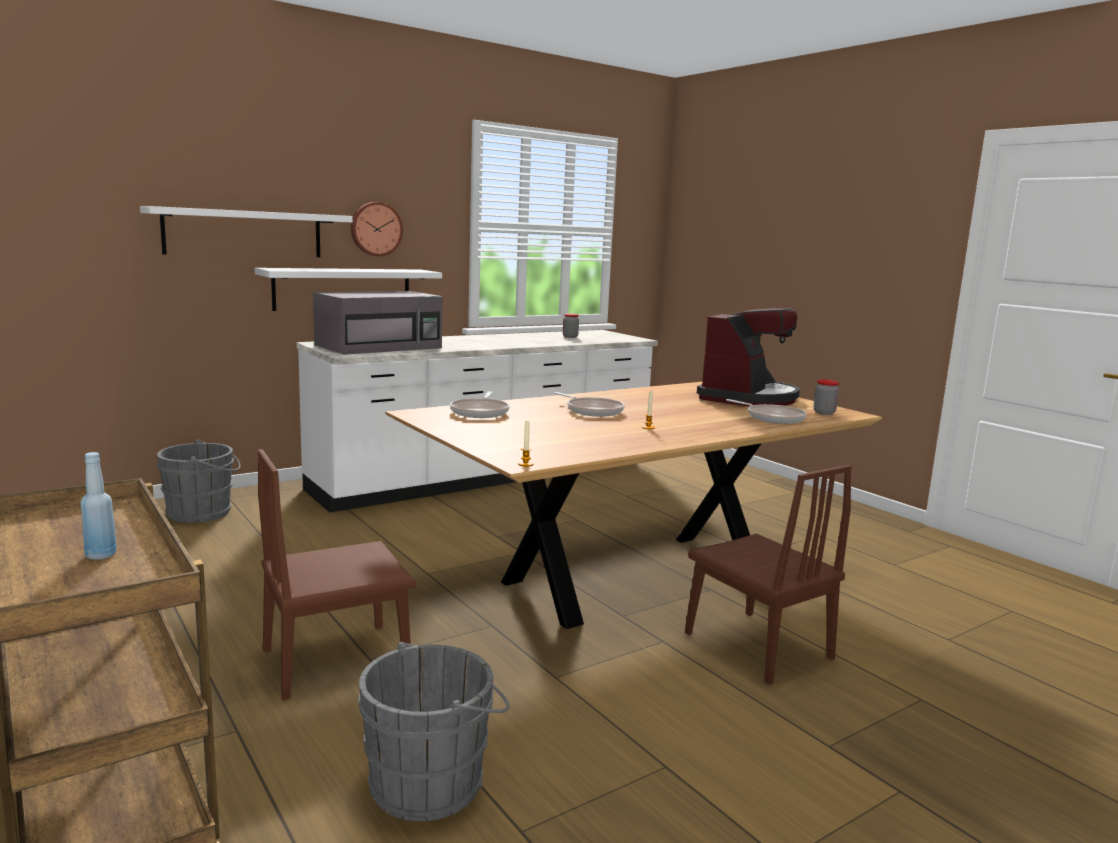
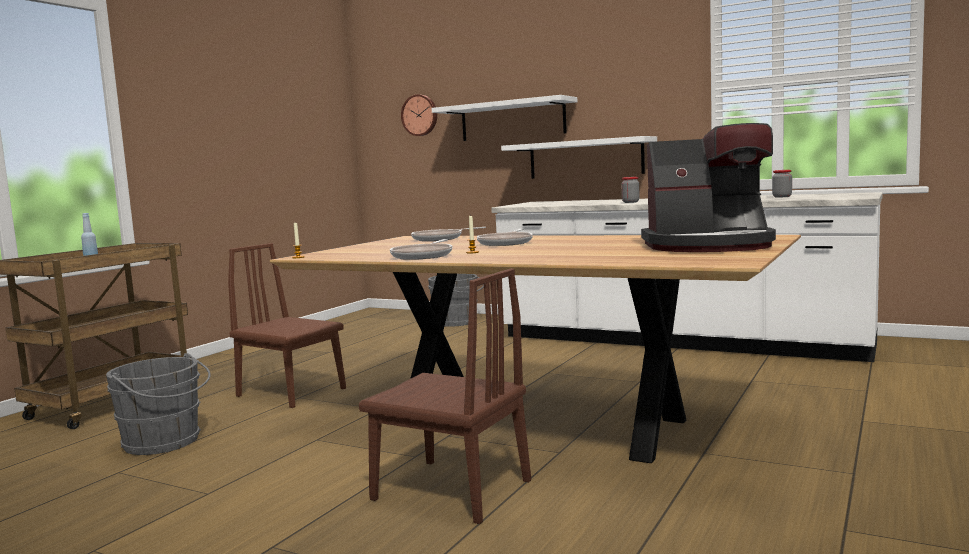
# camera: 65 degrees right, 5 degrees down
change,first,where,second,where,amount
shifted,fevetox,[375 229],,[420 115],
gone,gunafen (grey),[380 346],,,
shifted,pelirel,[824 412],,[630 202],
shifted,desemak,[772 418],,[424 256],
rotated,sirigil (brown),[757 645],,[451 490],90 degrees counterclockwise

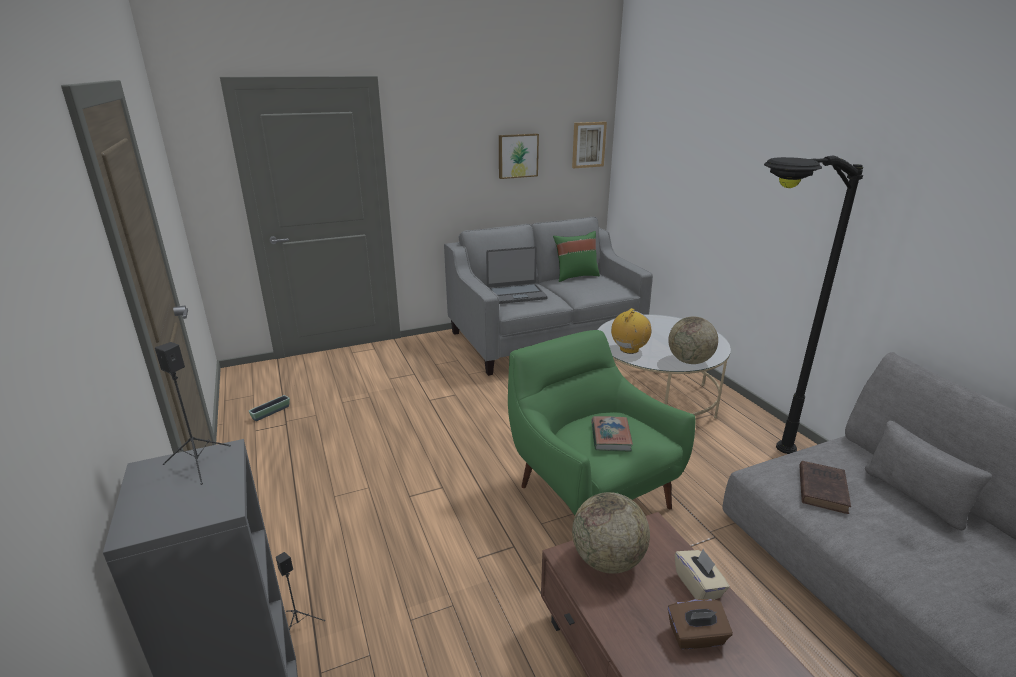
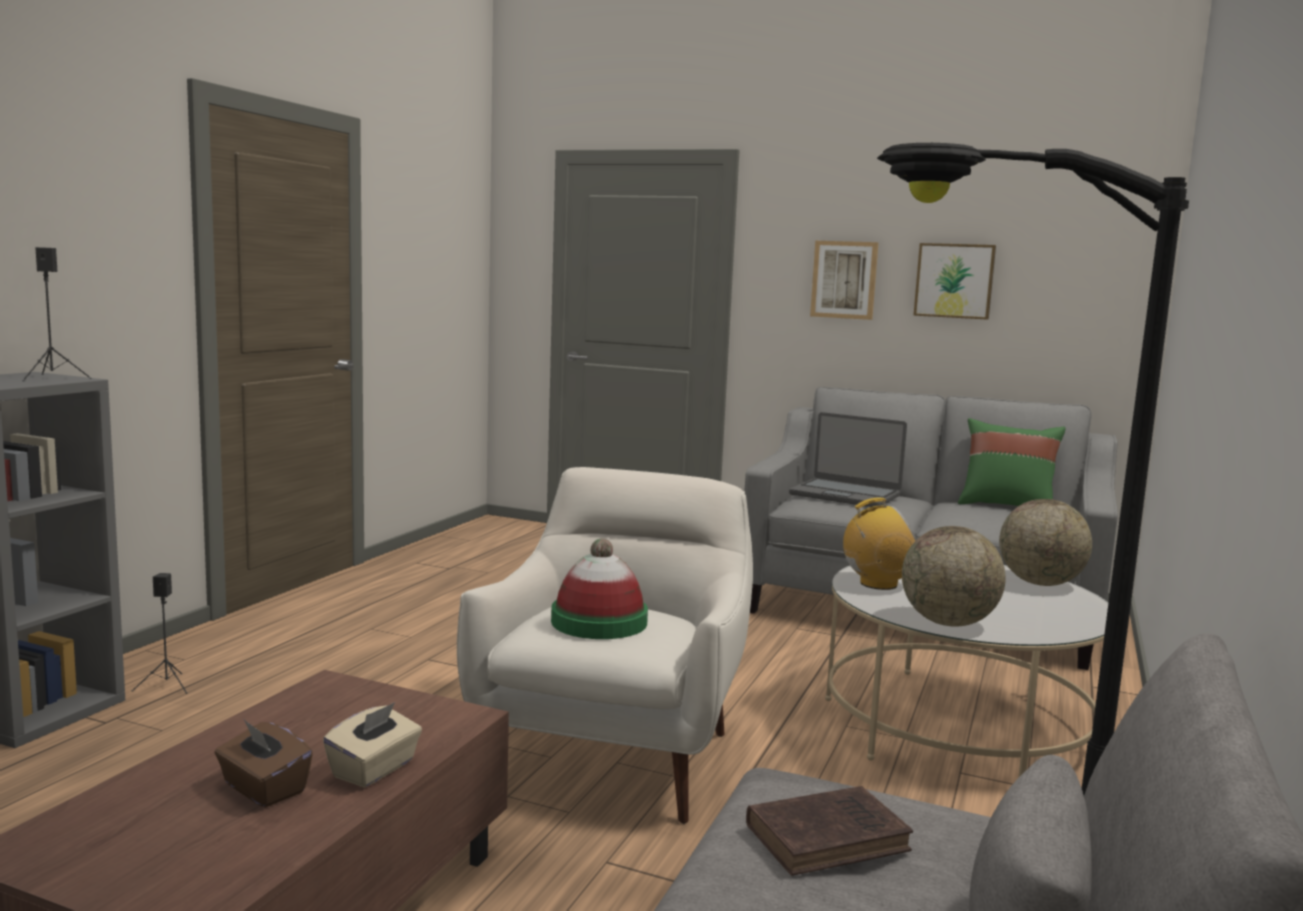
# camera: 45 degrees right, 15 degrees down
change,first,where,second,where,amount
shifted,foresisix,[588 144],,[844 280],
repainted,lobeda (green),[589 492],lobeda (white),[614 753],
gone,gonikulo,[271 412],,,
swapped,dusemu,[610 437],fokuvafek,[599 622],
shifted,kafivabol,[607 560],,[1040 583],

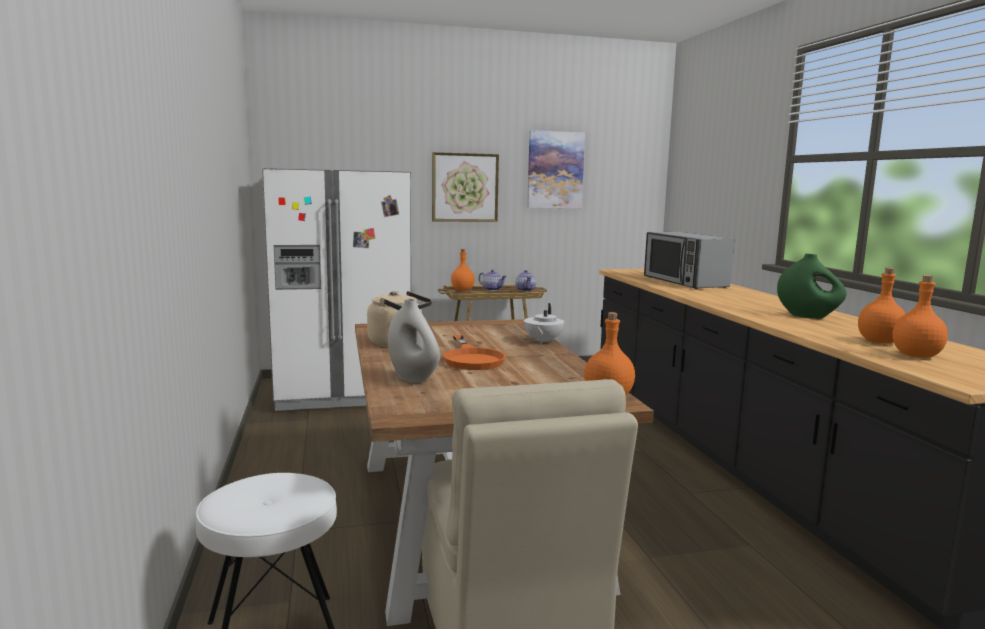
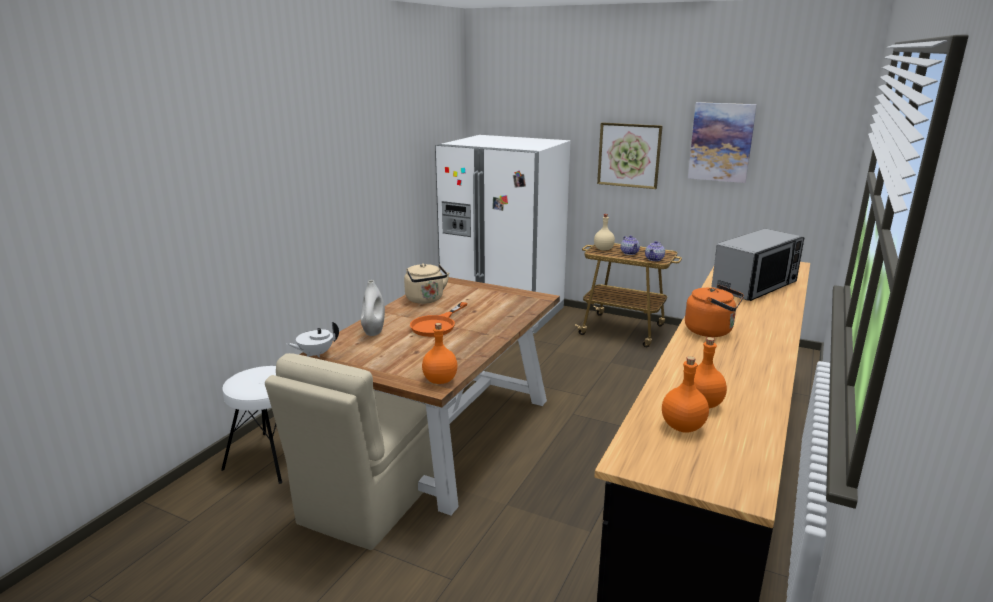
# camera: 40 degrees right, 10 degrees up
change,first,where,second,where,amount
rotated,gunafen,[684 282],,[755 286],150 degrees counterclockwise
repainted,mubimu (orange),[462 290],mubimu (beige),[603 249],
gone,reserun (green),[808 316],,,
shifted,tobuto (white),[542 341],,[315 354],
new,,,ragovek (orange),[711 331],

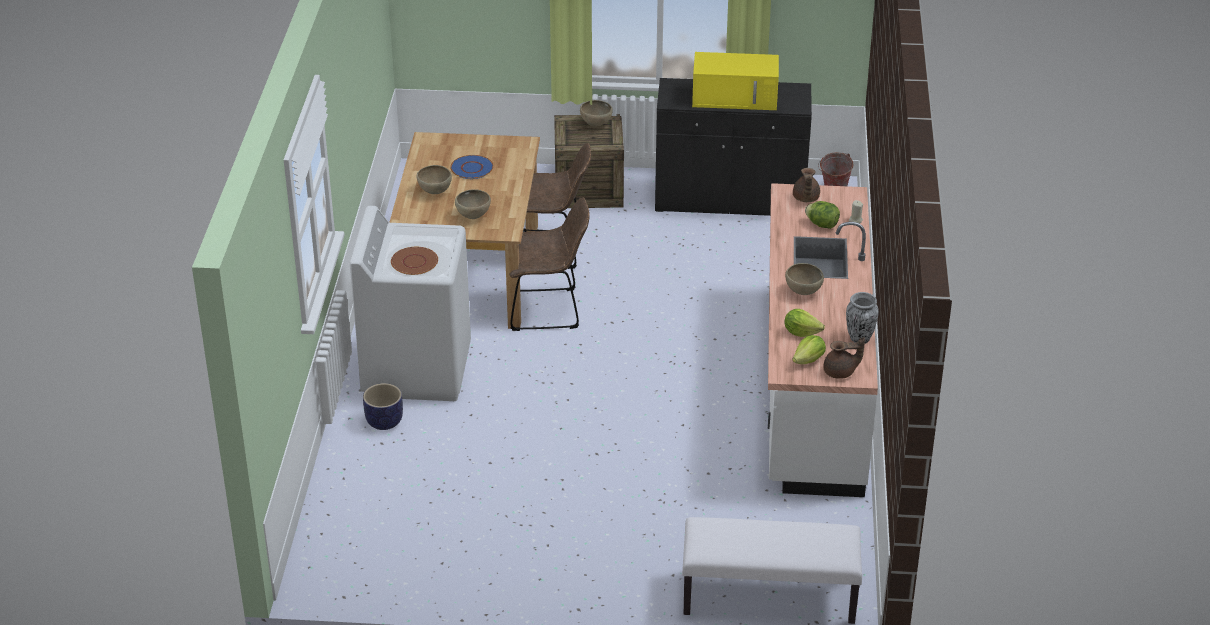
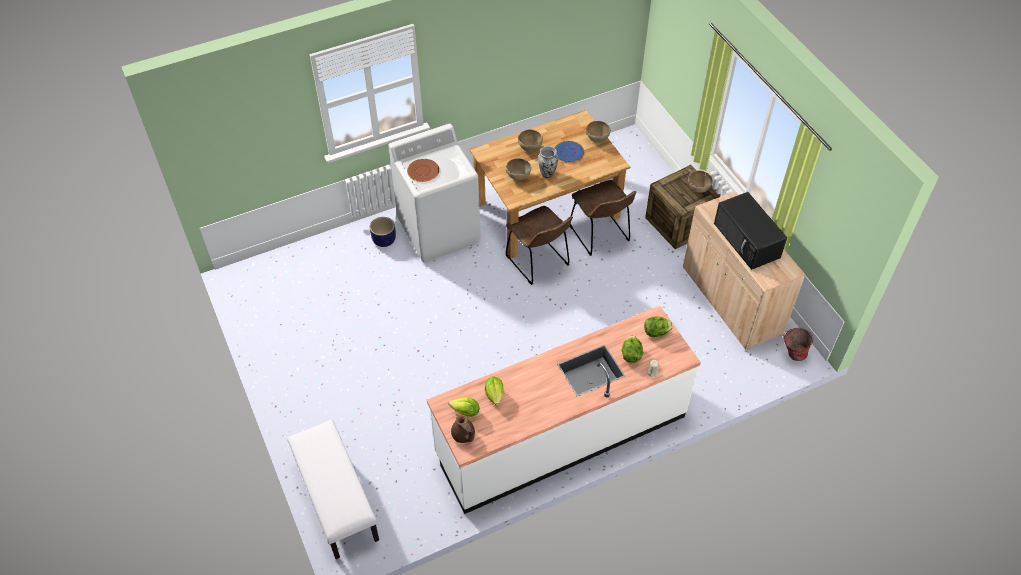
# camera: 60 degrees right, 15 degrees up
change,first,where,second,where,amount
repainted,gunafen (yellow),[736 97],gunafen (black),[747 241],
repainted,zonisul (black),[730 200],zonisul (beige),[731 300],
swapped,tobuto (brown),[805 198],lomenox,[656 332],
shifted,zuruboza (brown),[803 292],,[597 139],
shifted,reserun,[859 338],,[547 174],

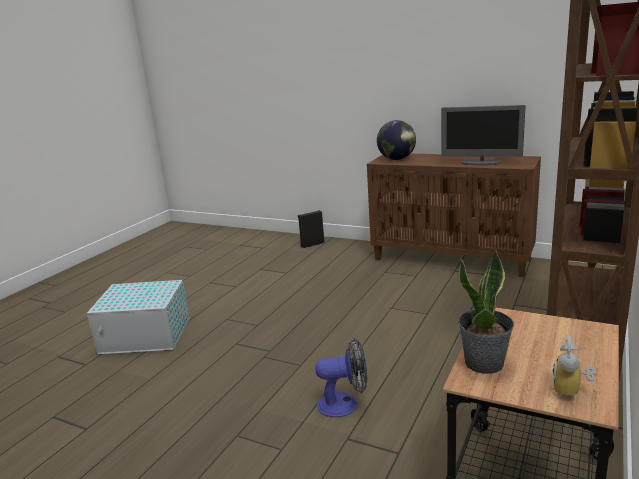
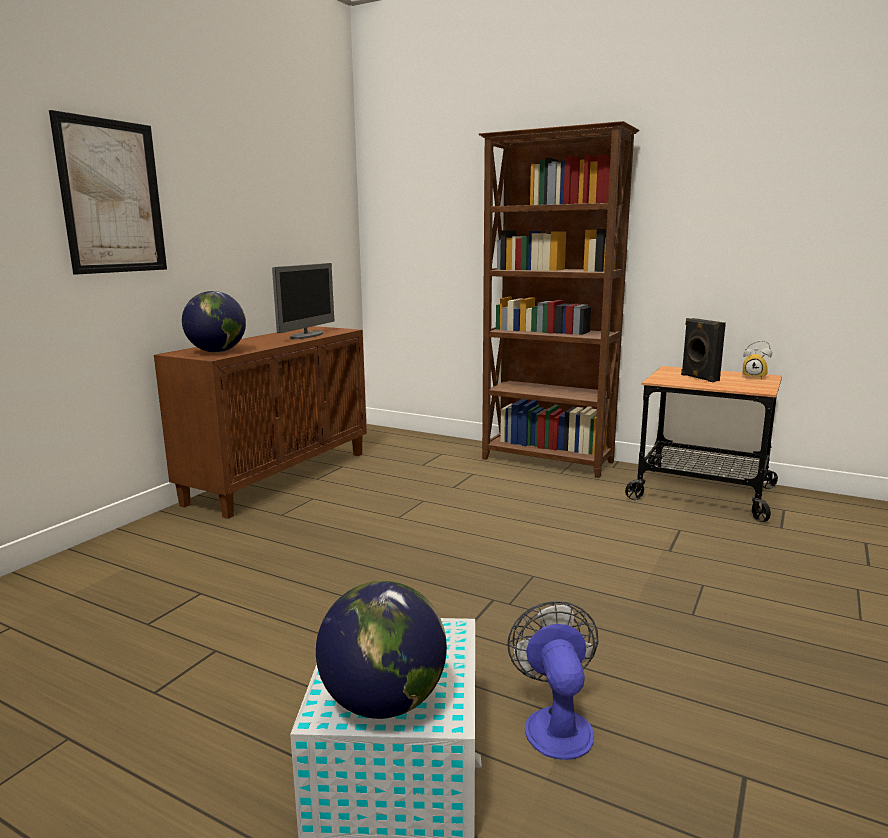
# camera: 90 degrees left, 5 degrees down
change,first,where,second,where,amount
shifted,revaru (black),[312 244],,[698 378],
gone,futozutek,[484 363],,,
shifted,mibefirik,[345 404],,[555 723],
new,,,foresisix,[112 197],
new,,,kafivabol,[383 703],

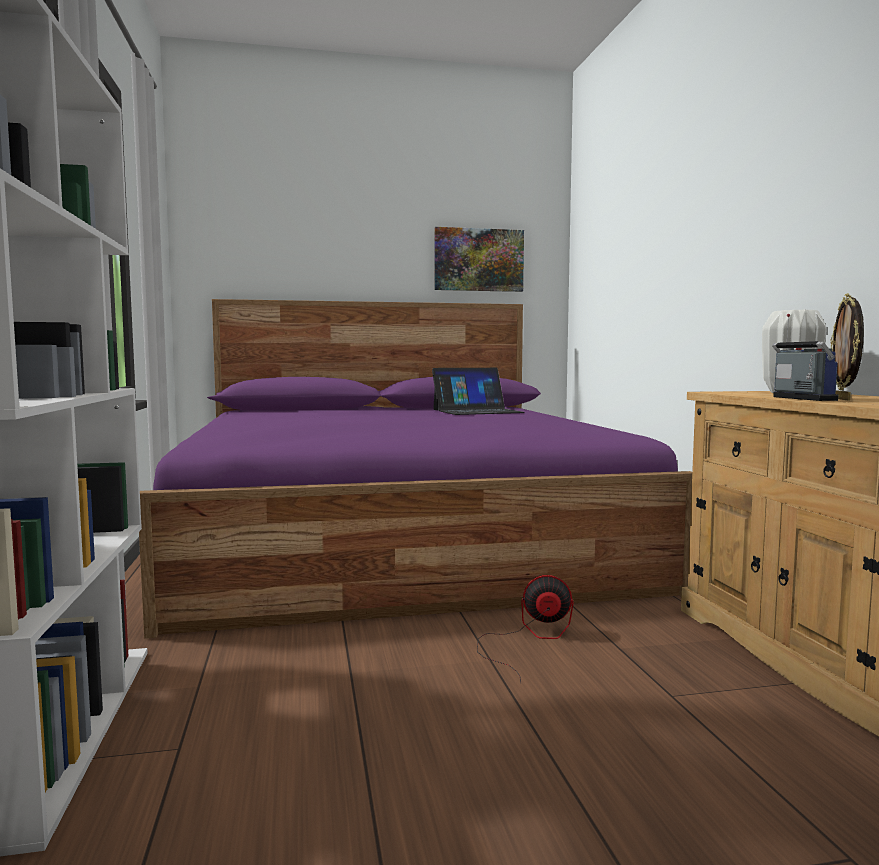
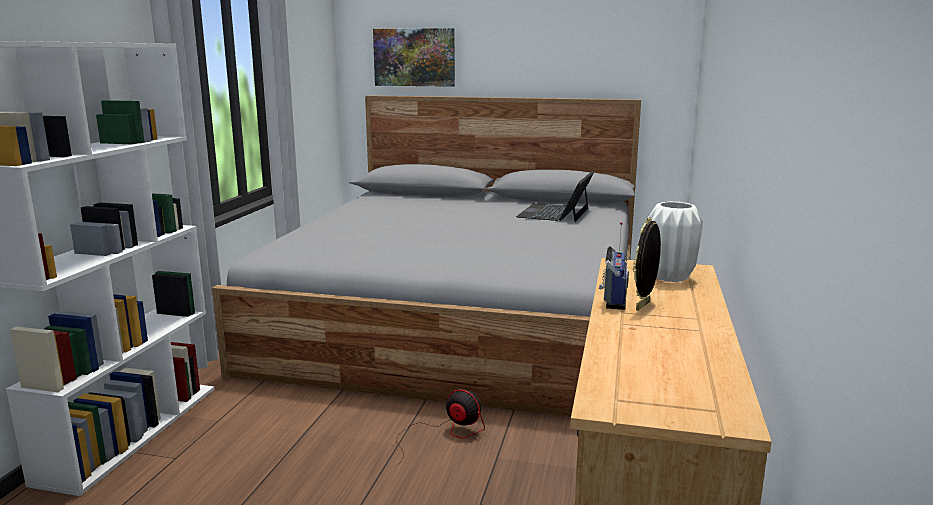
# camera: 25 degrees right, 10 degrees up
change,first,where,second,where,amount
shifted,foresisix,[478 260],,[414 57],
repainted,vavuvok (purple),[398 538],vavuvok (grey),[463 318],
rotated,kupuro,[477 411],,[555 213],105 degrees clockwise

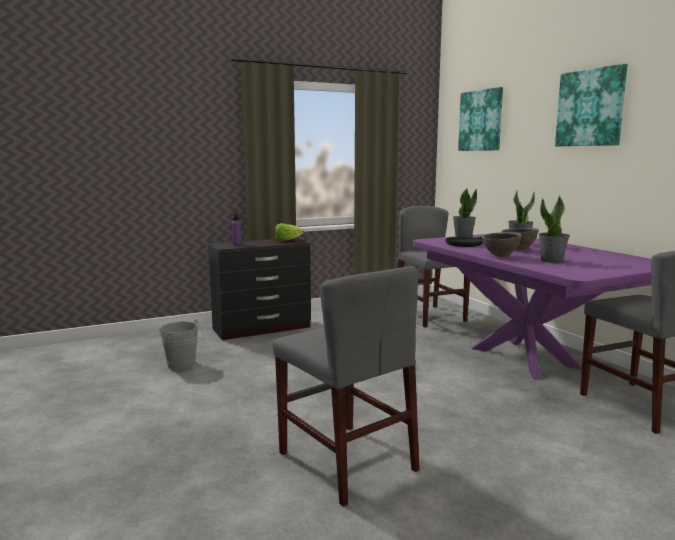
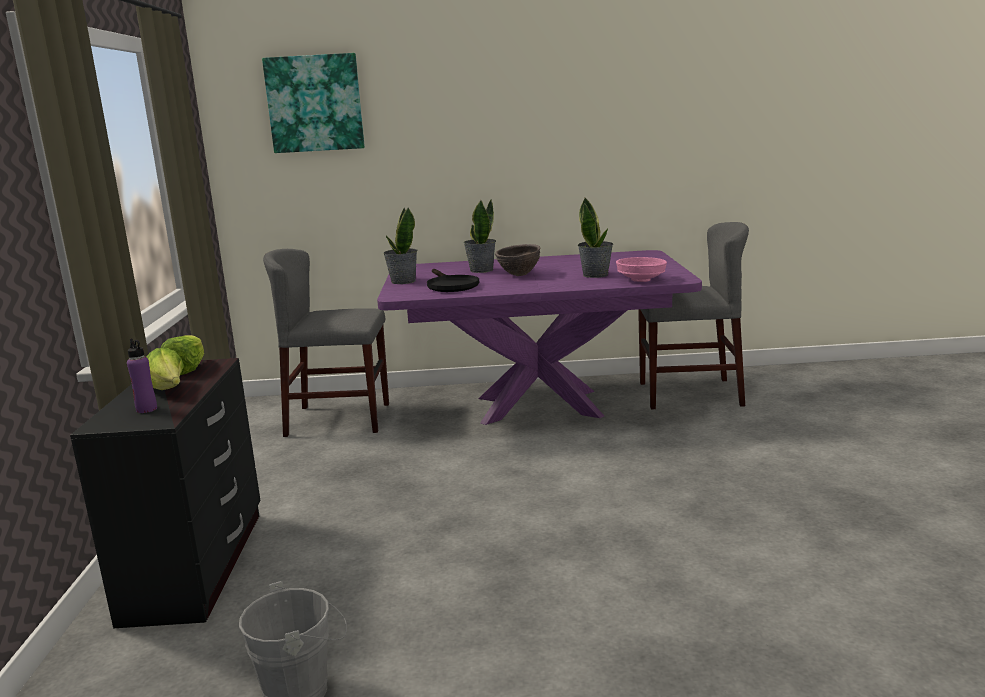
# camera: 65 degrees left, 5 degrees up
change,first,where,second,where,amount
gone,foresisix,[590 108],,,
gone,zuruboza (brown),[500 256],,,
gone,sirigil (grey),[346 461],,,
new,,,zuruboza (pink),[641 280],
new,,,lomenox,[169 390],

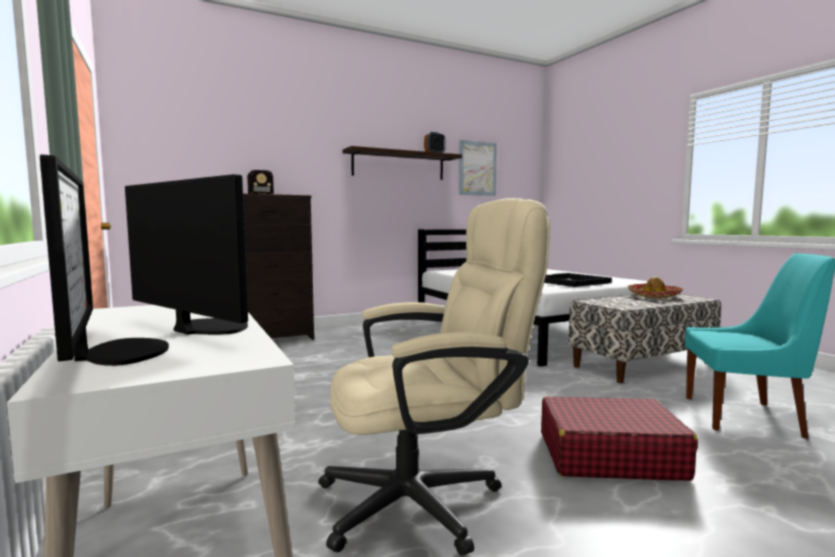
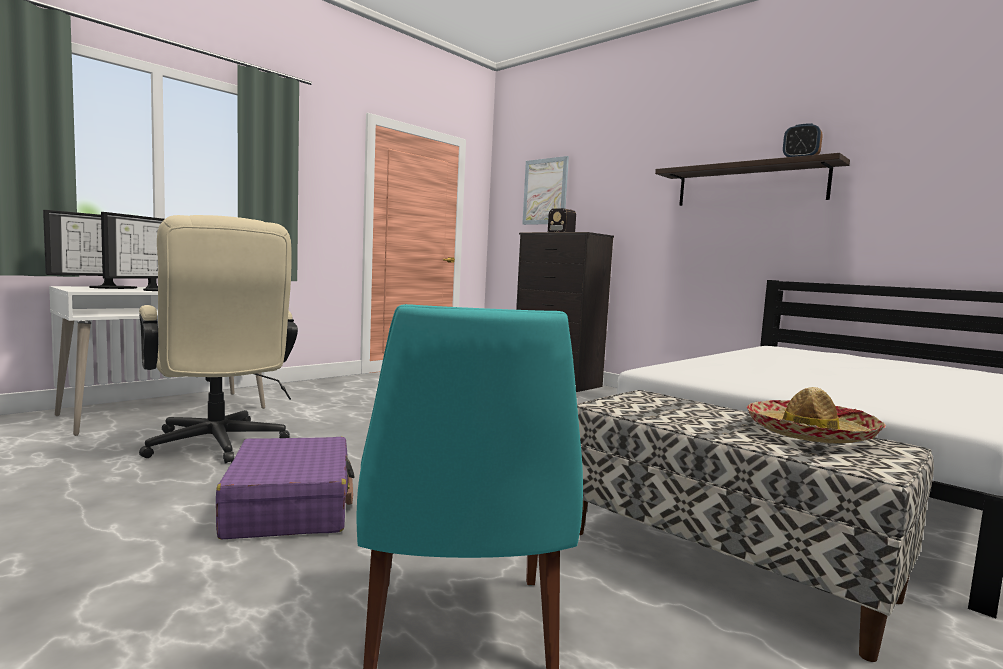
# camera: 70 degrees right, 0 degrees up
change,first,where,second,where,amount
shifted,foresisix,[477 168],,[545 191],
gone,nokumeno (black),[570 282],,,
repainted,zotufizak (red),[609 455],zotufizak (purple),[290 506],

